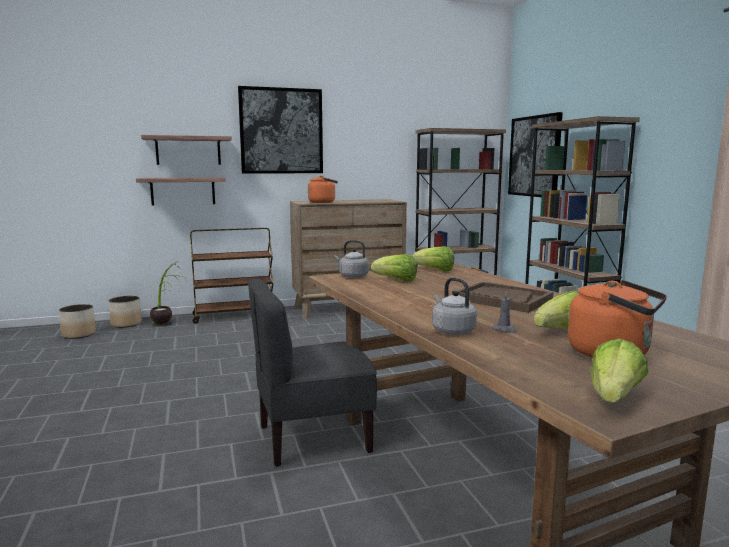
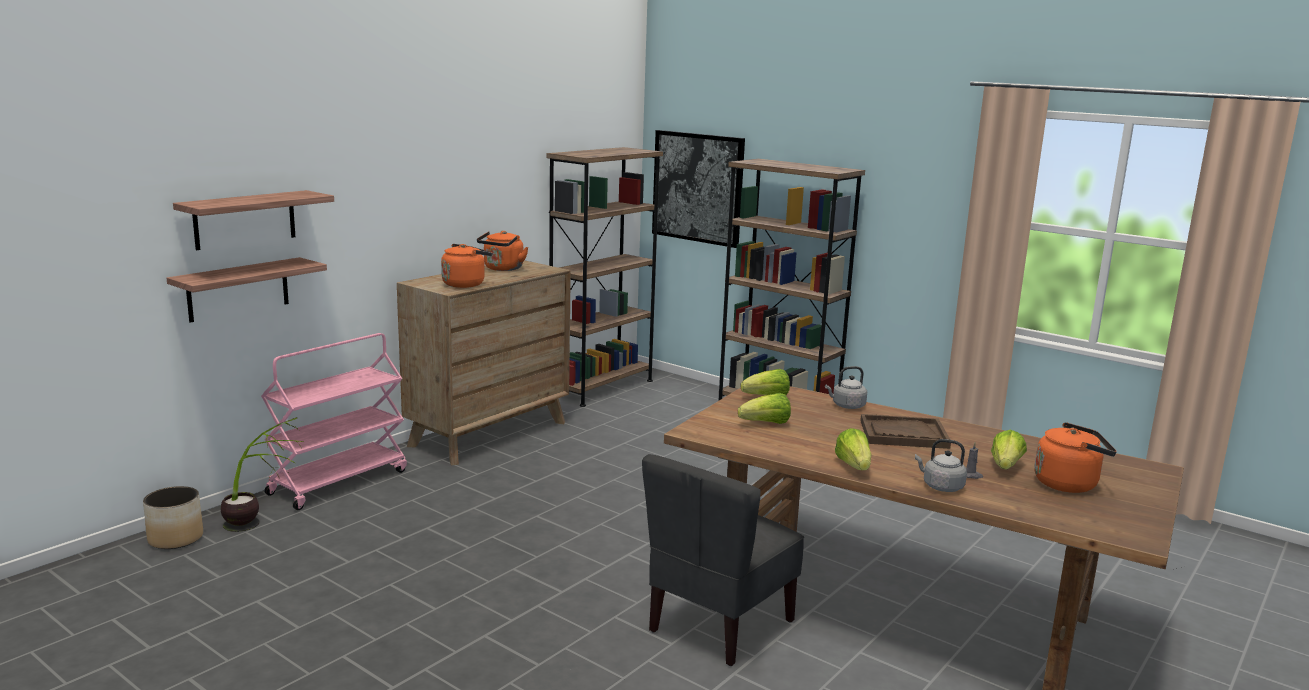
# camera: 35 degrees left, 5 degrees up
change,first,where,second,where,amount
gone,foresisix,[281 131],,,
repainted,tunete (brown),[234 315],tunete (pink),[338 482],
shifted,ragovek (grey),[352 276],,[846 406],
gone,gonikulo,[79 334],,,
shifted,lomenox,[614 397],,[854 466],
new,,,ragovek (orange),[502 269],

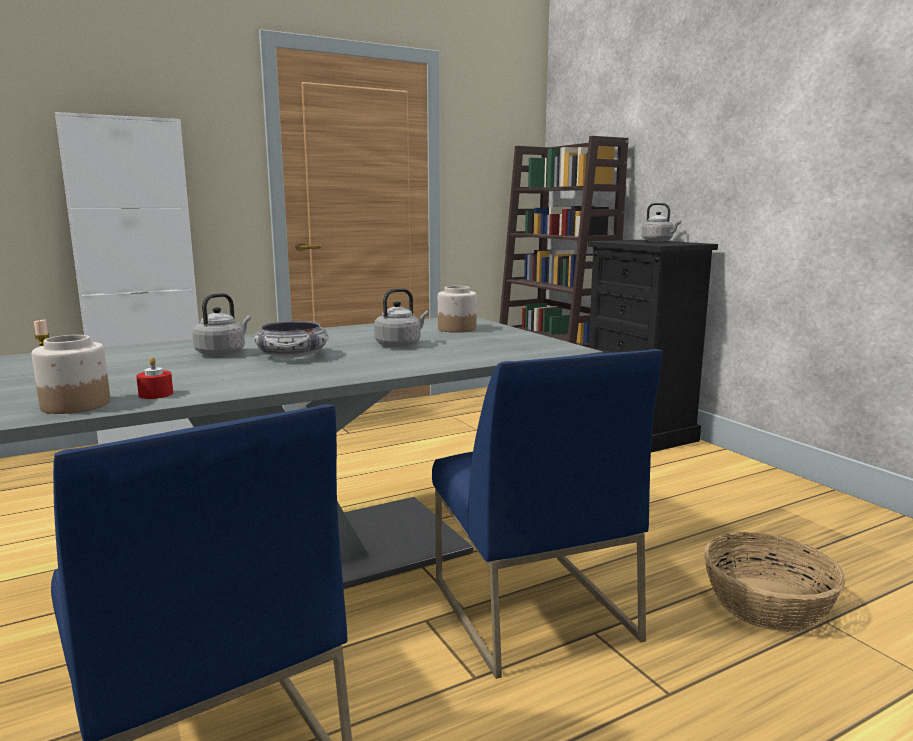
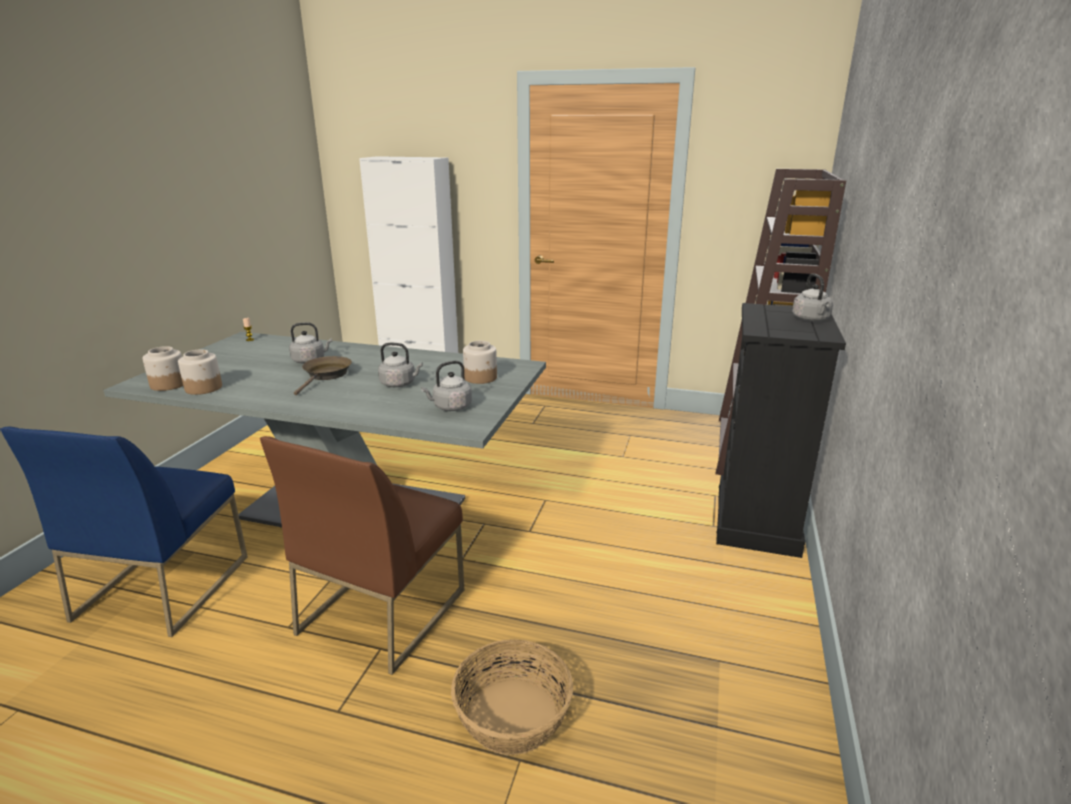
# camera: 45 degrees right, 10 degrees up
change,first,where,second,where,amount
swapped,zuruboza,[292 356],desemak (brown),[326 375],
repainted,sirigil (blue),[530 609],sirigil (brown),[382 610],
swapped,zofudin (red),[156 394],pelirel,[204 388],
new,,,ragovek (grey),[450 407],

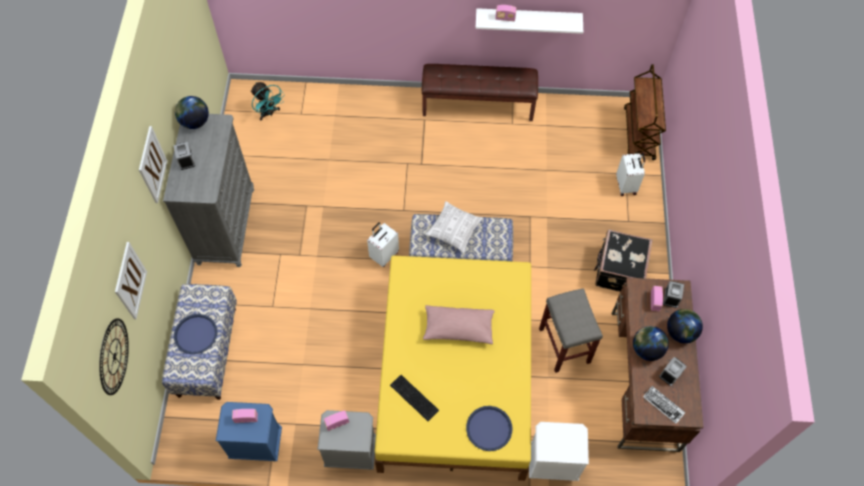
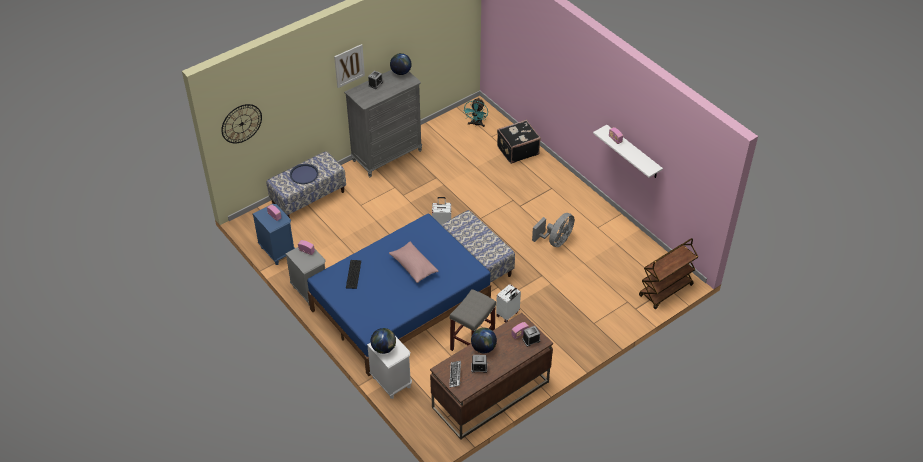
# camera: 50 degrees right, 15 degrees down
change,first,where,second,where,amount
gone,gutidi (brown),[478 105],,,
shifted,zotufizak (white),[626 185],,[508 314],
gone,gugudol,[454 230],,,
shifted,zotufizak (black),[618 271],,[517 150],
gone,foresisix,[130 281],,,
repainted,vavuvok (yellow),[454 376],vavuvok (blue),[400 306],
shifted,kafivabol,[680 332],,[384 348],
gone,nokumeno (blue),[489 428],,,
new,,,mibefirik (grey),[555 241],

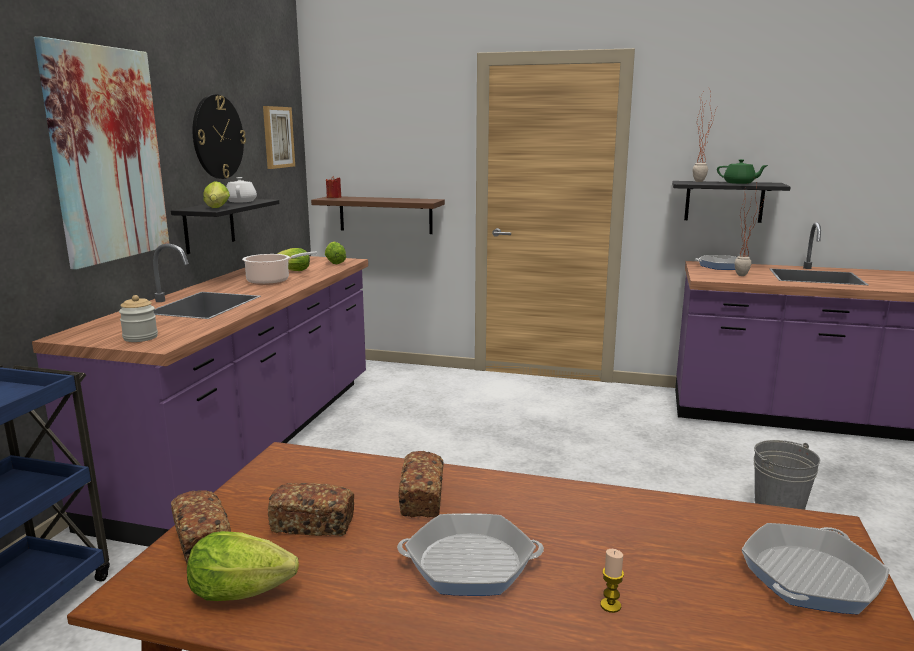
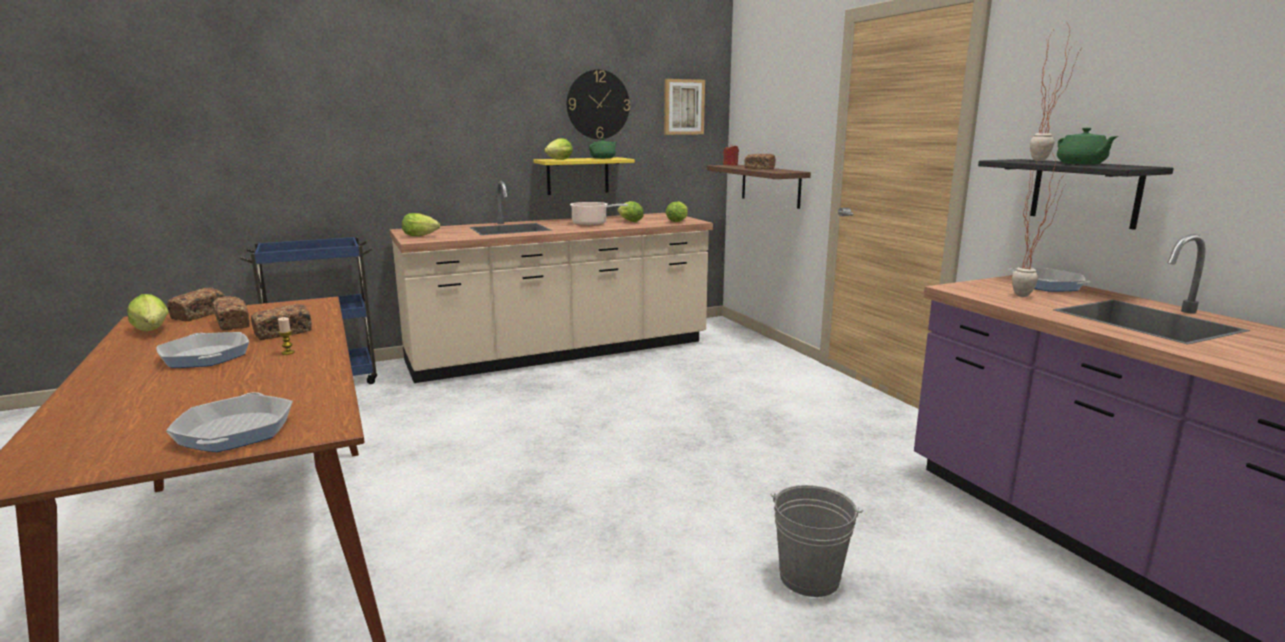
# camera: 50 degrees right, 0 degrees up
change,first,where,second,where,amount
gone,foresisix,[107 155],,,
repainted,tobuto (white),[241 201],tobuto (green),[603 158],
repainted,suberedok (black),[209 225],suberedok (yellow),[577 176],
repainted,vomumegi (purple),[253 443],vomumegi (beige),[560 352],
swapped,pelirel,[140 338],lomenox,[422 236],
rotated,desemak,[810 577],,[235 431],75 degrees clockwise
shifted,zofudin,[610 605],,[288 352],
new,,,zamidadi,[759 168],

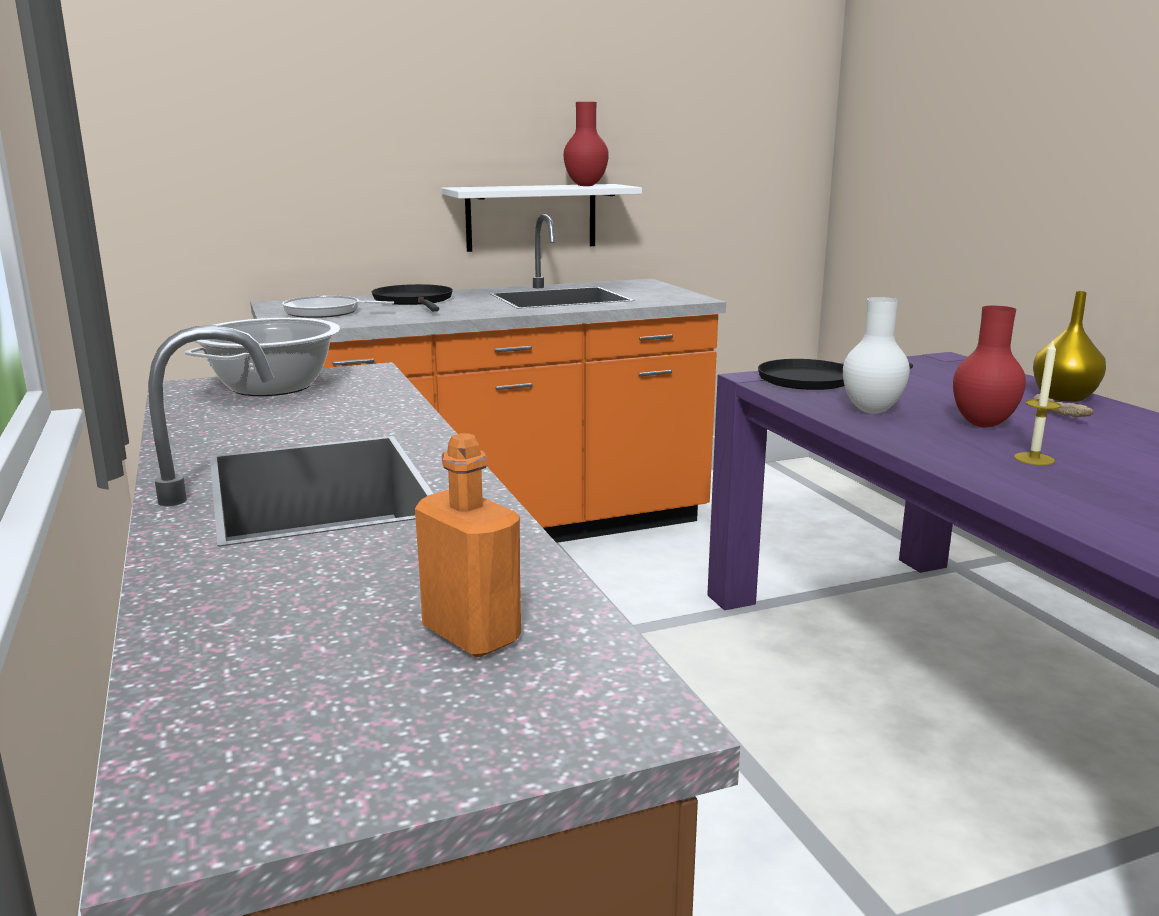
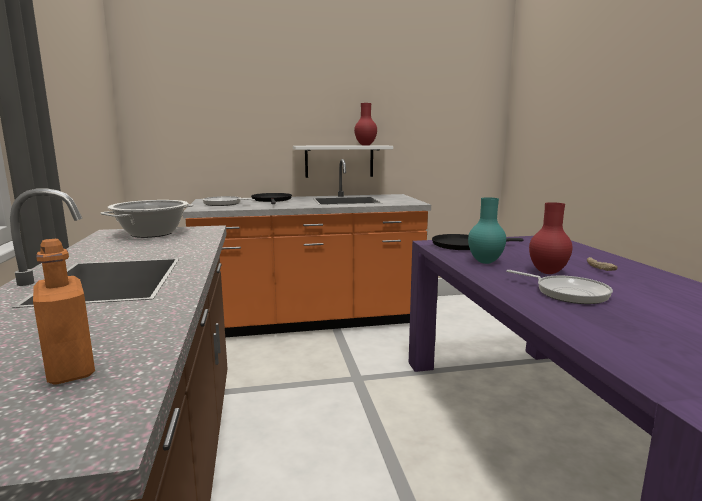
# camera: 10 degrees right, 5 degrees down
change,first,where,second,where,amount
gone,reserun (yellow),[1062 397],,,
repainted,reserun (white),[870 410],reserun (turquoise),[484 262],
swapped,zofudin,[1034 459],desemak,[567 293],

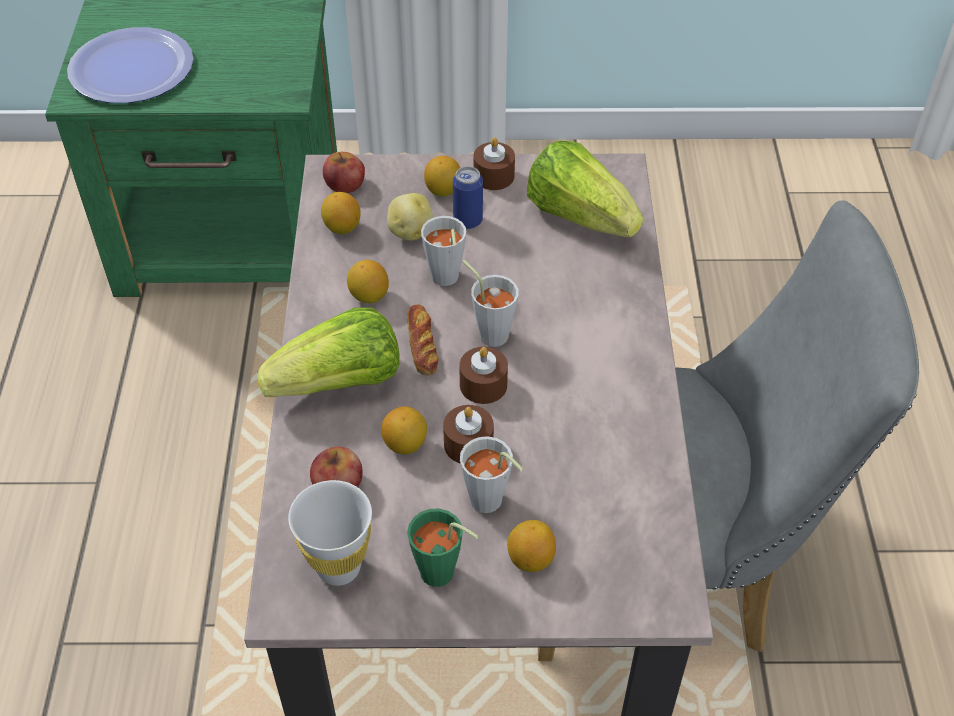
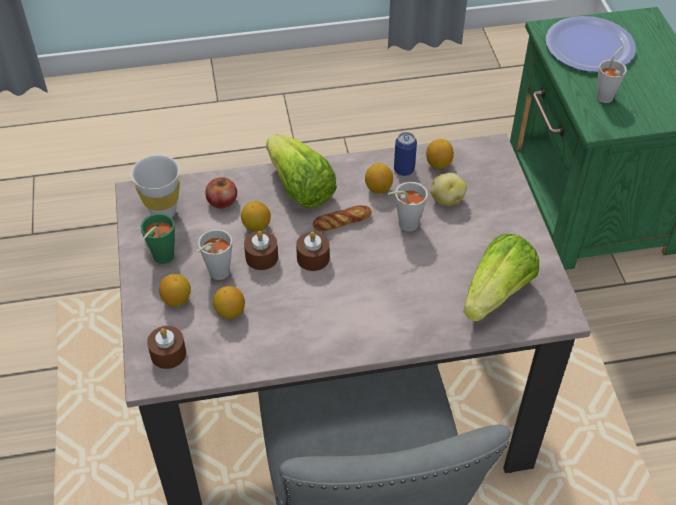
# camera: 80 degrees right, 0 degrees up
change,first,where,second,where,amount
shifted,zofudin (brown),[493 176],,[168 354],
gone,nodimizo,[345 184],,,
shifted,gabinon,[443 191],,[230 312],
shifted,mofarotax,[468 220],,[404 169],
shifted,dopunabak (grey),[489 331],,[606 95],

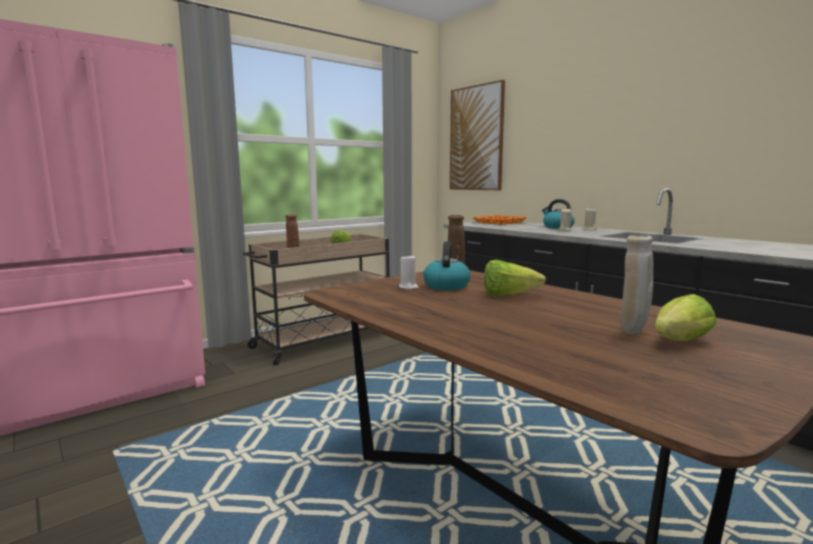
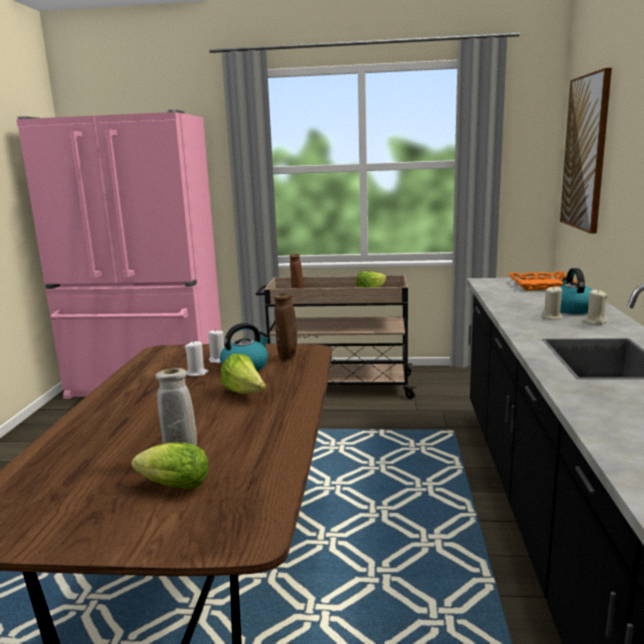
# camera: 45 degrees right, 5 degrees up
change,first,where,second,where,amount
new,,,zofudin (white),[197 373],

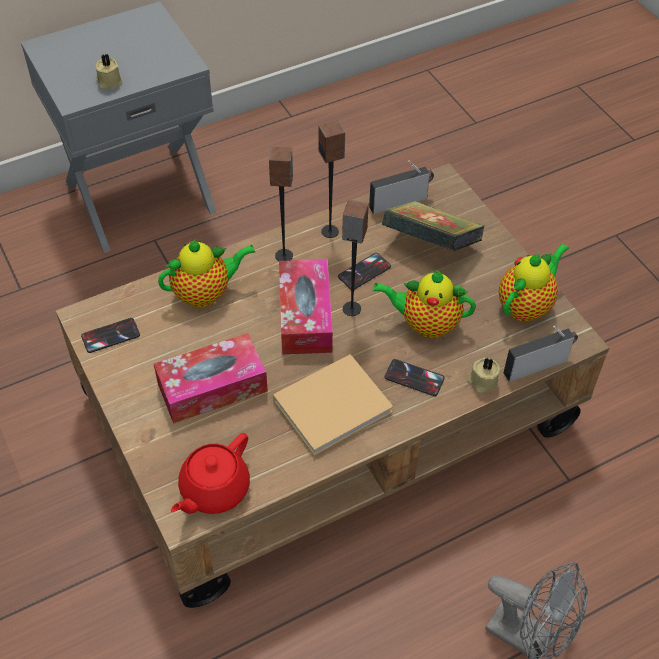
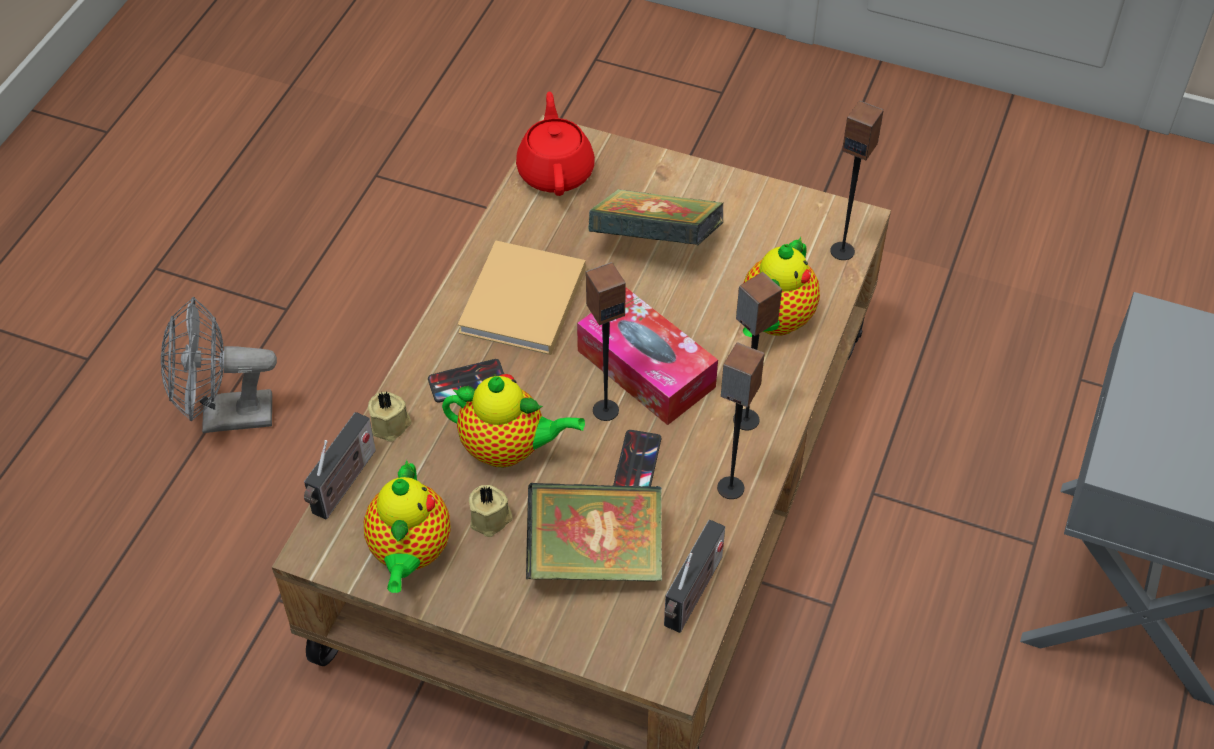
# camera: 140 degrees right, 0 degrees up
change,first,where,second,where,amount
shifted,zofudin (beige),[109 81],,[491 520],
rotated,tobuto,[425 324],,[508 449],45 degrees clockwise
gone,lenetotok,[110 335],,,
swapped,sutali,[212 387],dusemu,[655 243],
new,,,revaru,[842 251],

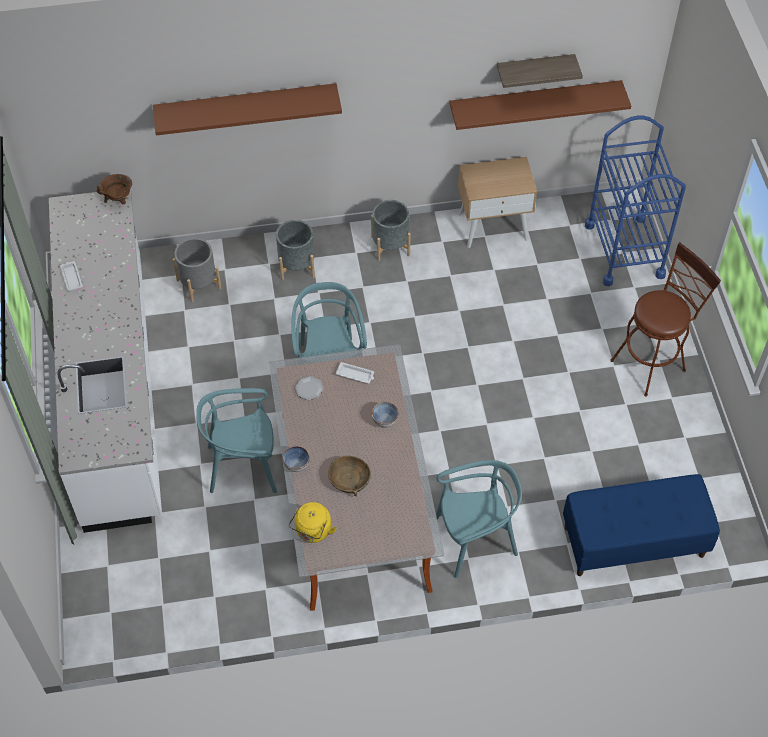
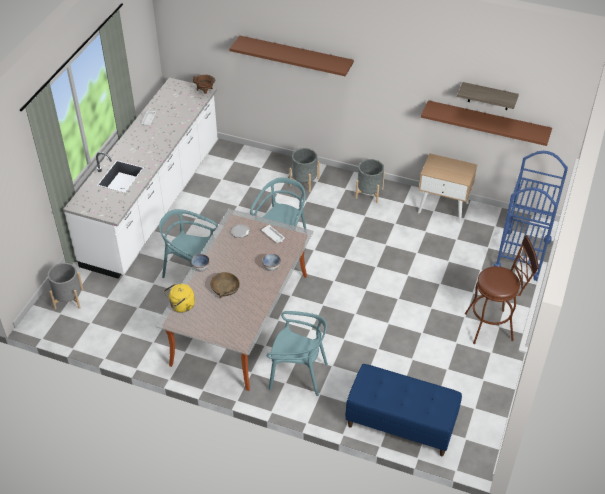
# camera: 30 degrees right, 10 degrees down
change,first,where,second,where,amount
shifted,gonikulo (grey),[199 284],,[69 299],

